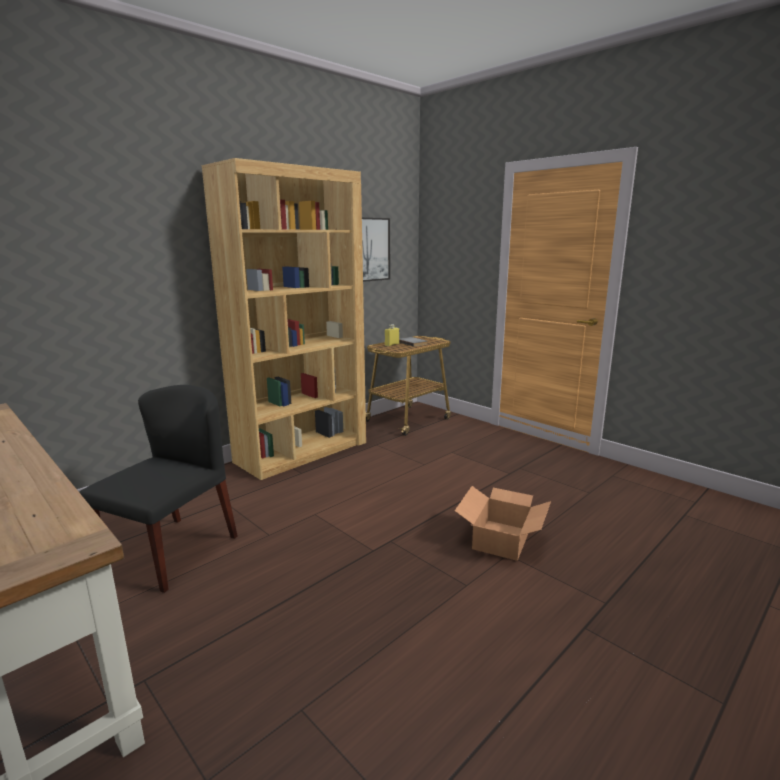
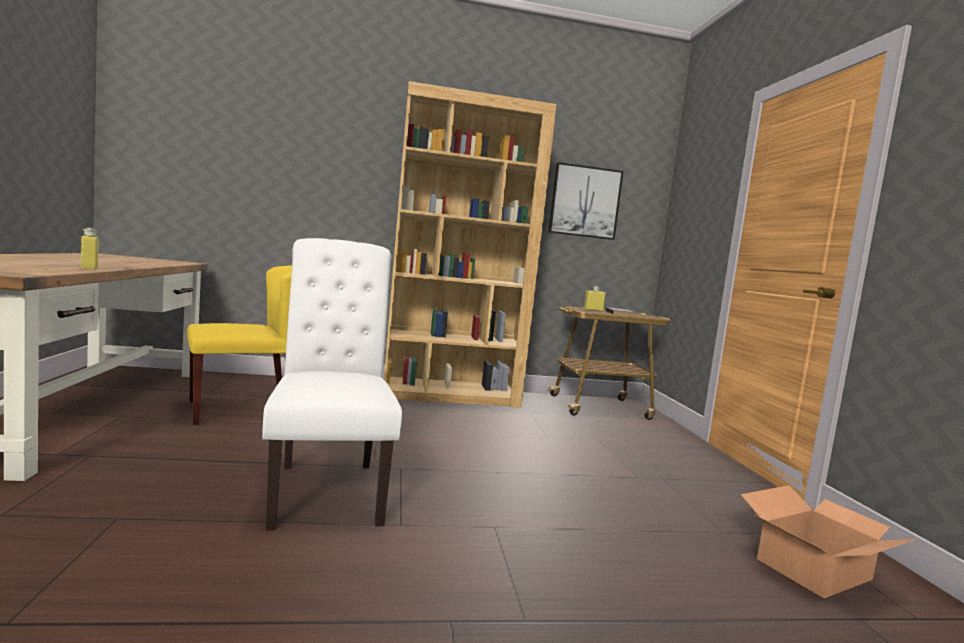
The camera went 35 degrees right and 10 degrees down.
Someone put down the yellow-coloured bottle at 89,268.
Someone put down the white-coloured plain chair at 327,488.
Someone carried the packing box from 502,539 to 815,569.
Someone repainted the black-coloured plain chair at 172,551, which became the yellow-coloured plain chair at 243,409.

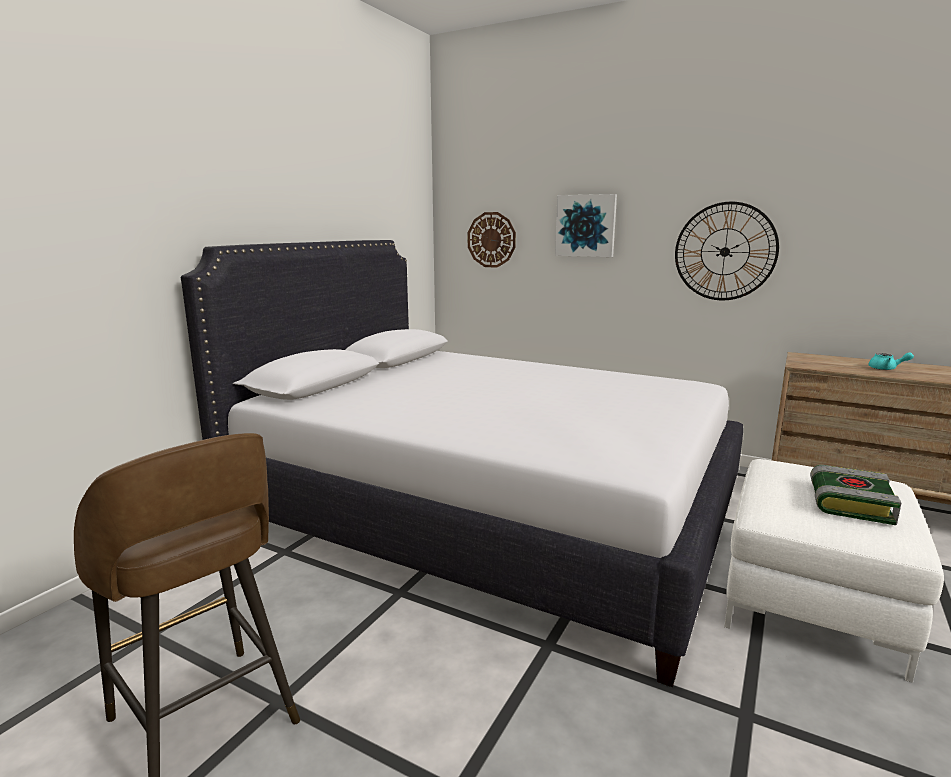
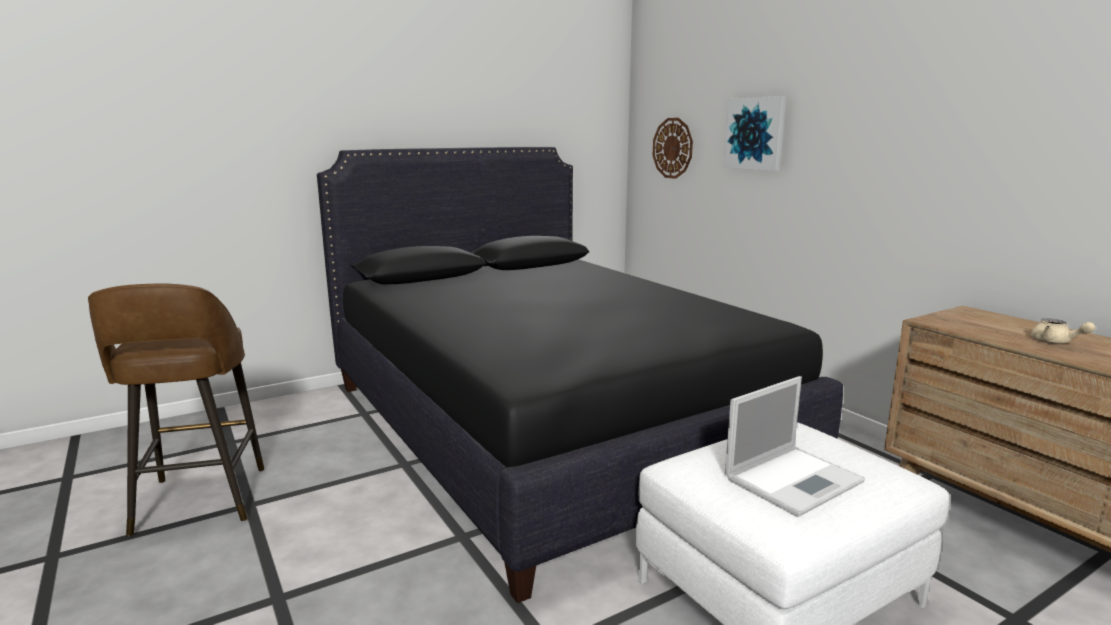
The camera went 30 degrees right and 0 degrees up.
Someone took away the wall clock at 725,252.
Someone swapped the bound book at 848,502 for the notebook computer at 794,479.
Someone repainted the white-coloured bedroom bed at 486,515, which became the black-coloured bedroom bed at 547,426.
Someone repainted the turquoise-coloured tea pot at 886,369, which became the beige-coloured tea pot at 1056,342.

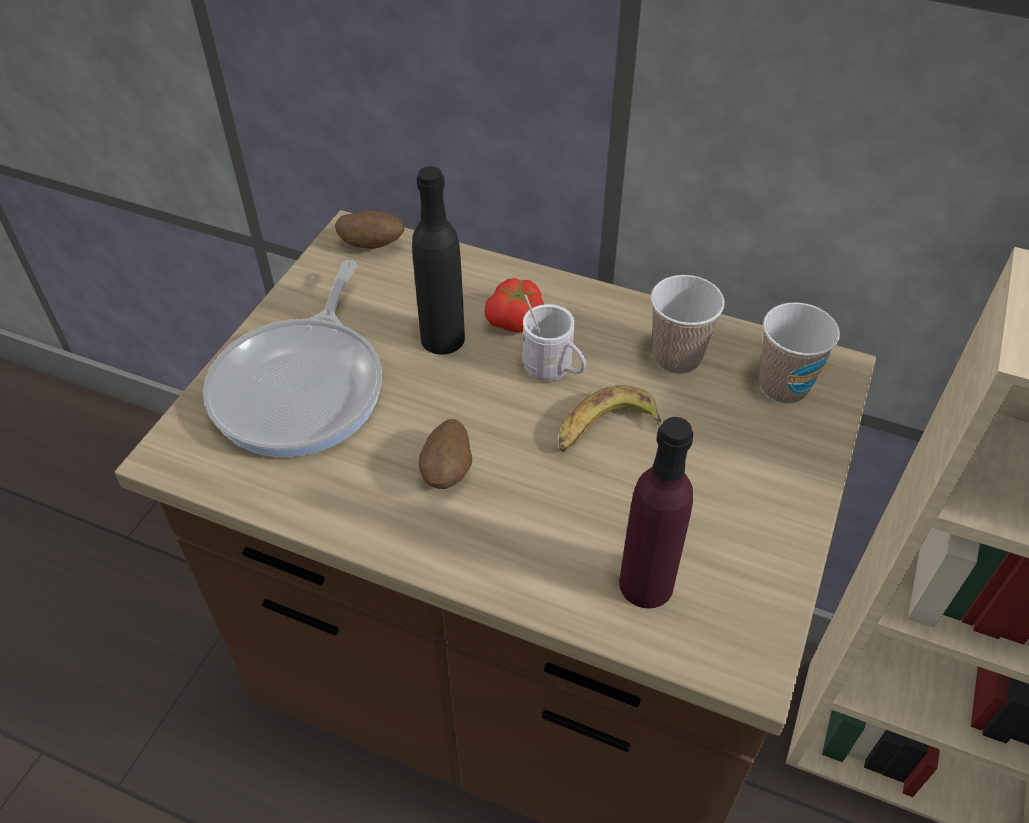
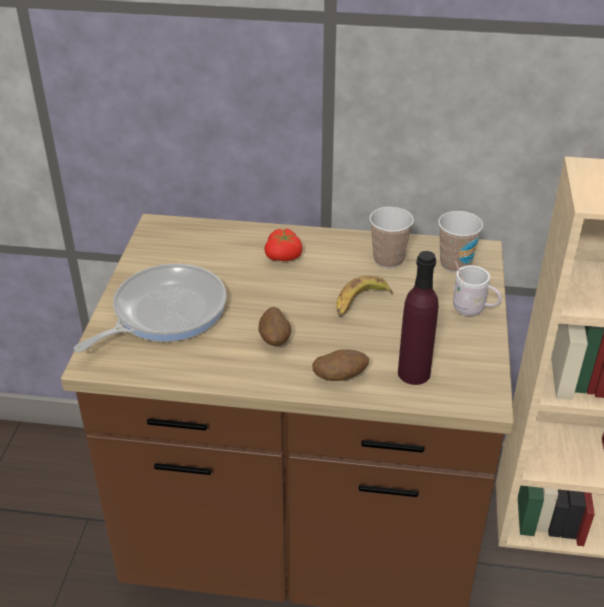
The camera went 15 degrees left and 10 degrees down.
Someone took away the black-coloured bottle at 442,338.
Someone carried the potato from 372,245 to 340,377.
Someone carried the white-coloured tea mug from 553,372 to 473,310.
Someone rotated the frying pan at 303,387 by 135 degrees counterclockwise.

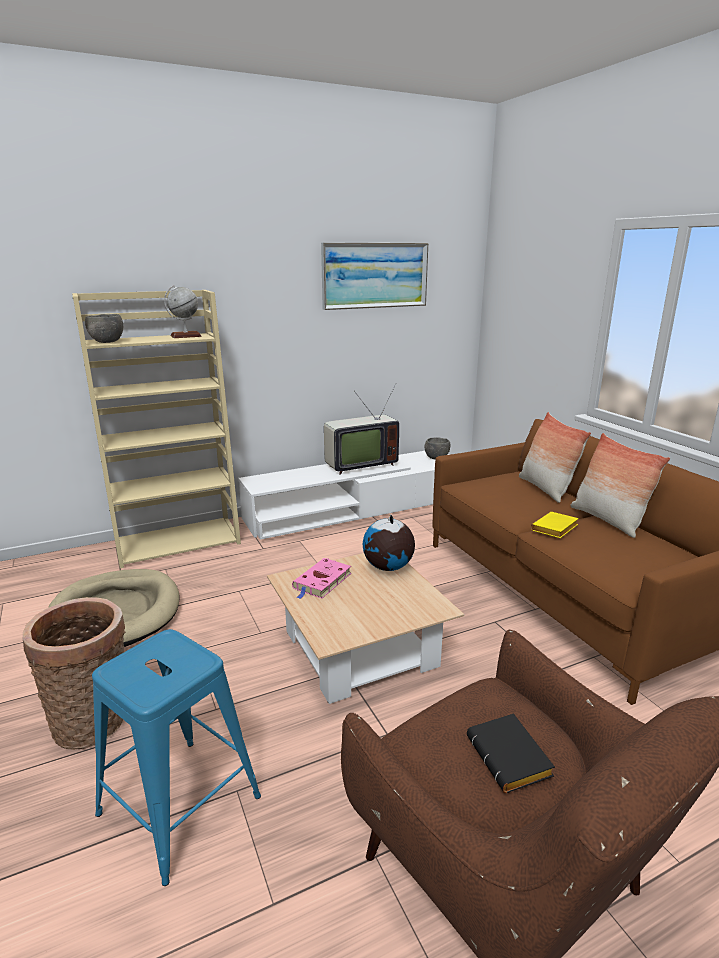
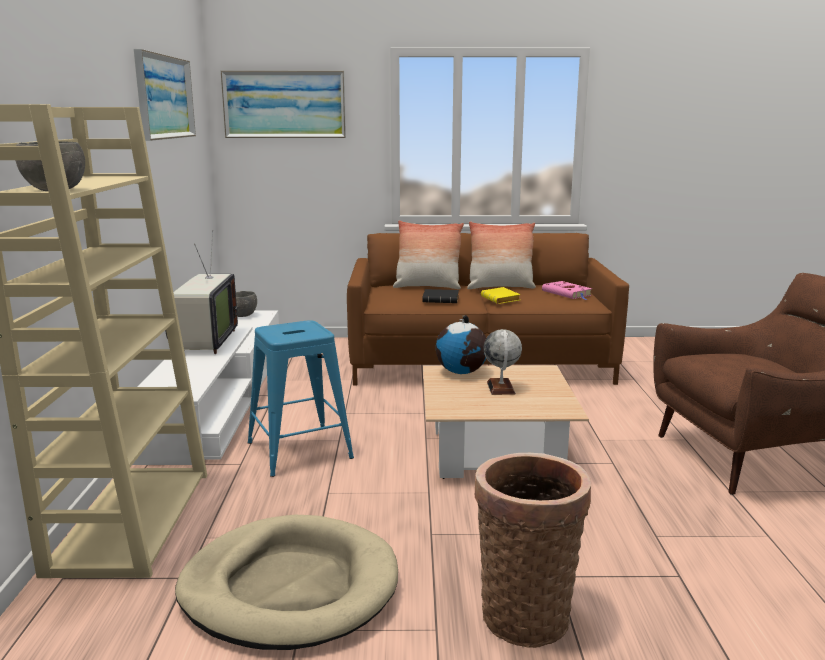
The camera went 65 degrees left and 5 degrees down.
Someone put up the wall picture at 284,104.
Someone carried the bluish stool from 178,805 to 299,450.
Someone carried the desk globe from 185,336 to 501,388.
Someone carried the pinkish bound book from 321,582 to 567,293.
Someone carried the black-coloured bound book from 511,759 to 441,300.

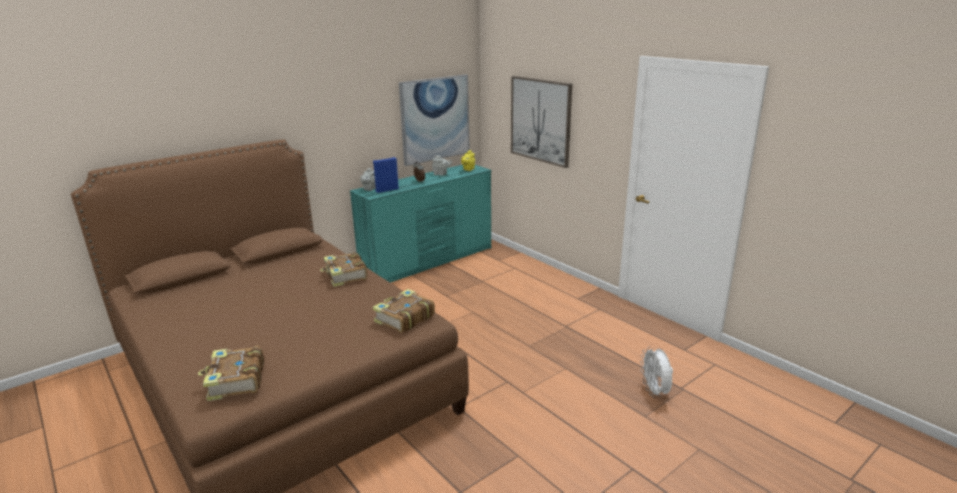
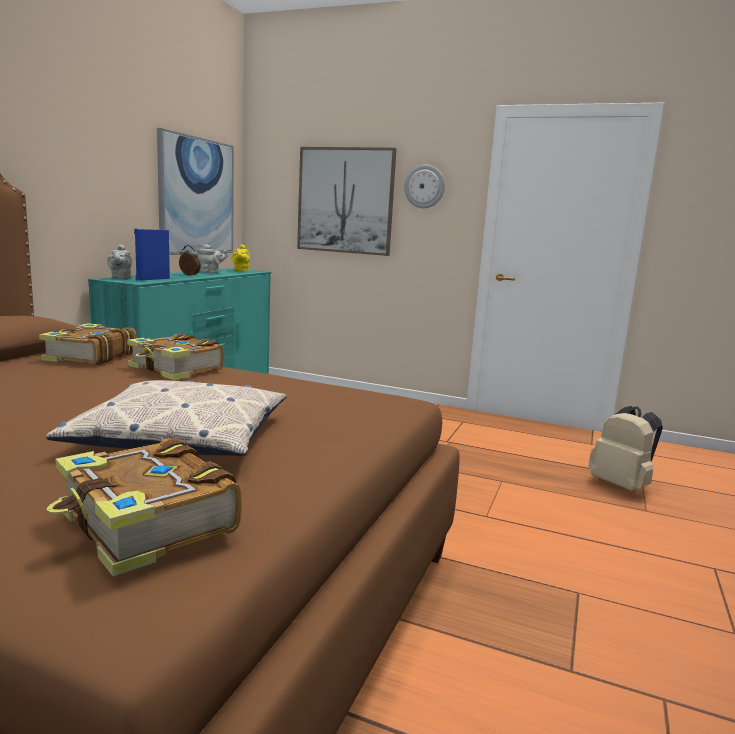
The camera went 30 degrees left and 10 degrees down.
Someone put down the cushion at 182,436.
Someone put up the wall clock at 424,186.
Someone carried the bound book from 403,318 to 89,357.
Someone swapped the white-coloured fan at 655,392 for the beige-coloured rucksack at 621,486.

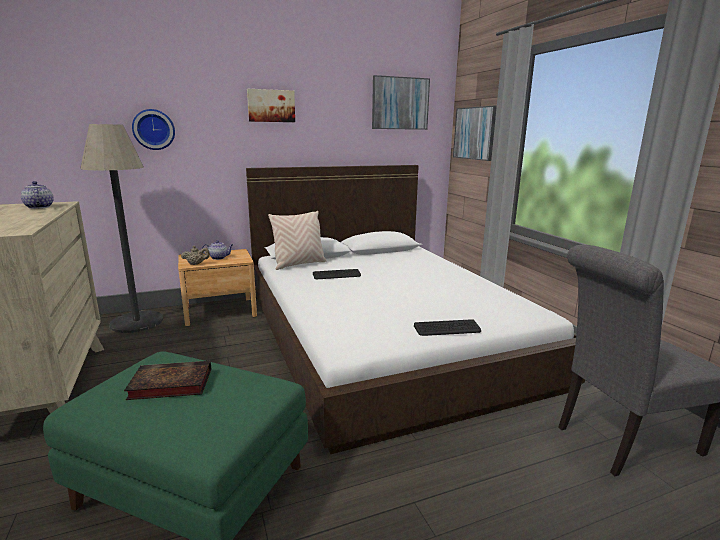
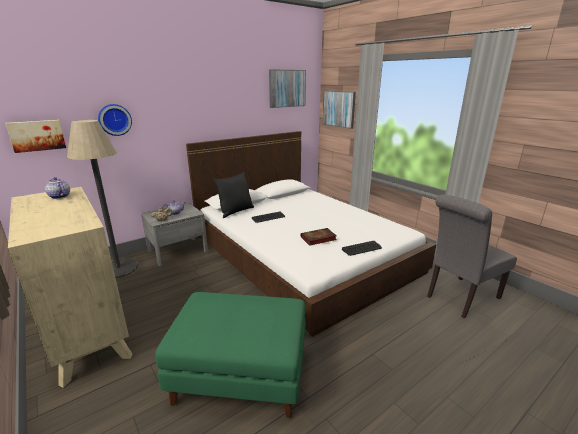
The camera went 15 degrees left and 5 degrees up.
Someone carried the bound book from 168,385 to 317,239.
Someone carried the wall picture from 271,106 to 37,135.
Someone repainted the brown-coloured nightstand at 220,311, which became the grey nightstand at 177,251.
Someone repainted the beige-coloured cushion at 299,264, which became the black-coloured cushion at 236,211.

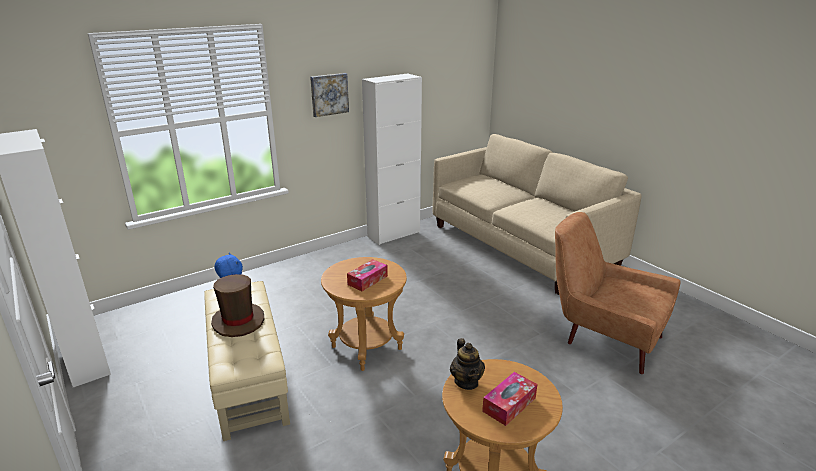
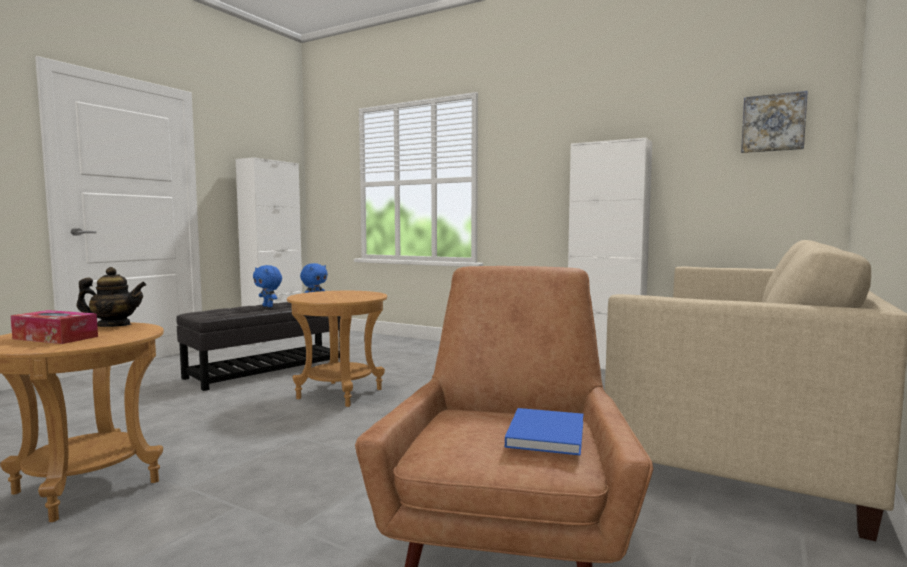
The camera went 65 degrees right and 20 degrees down.
Someone took away the tissue holder at 367,280.
Someone put down the bluish bound book at 546,433.
Someone carried the wall picture from 329,94 to 773,123.
Someone swapped the brown-coloured wearable hat at 238,321 for the bluish cuddly toy at 268,306.
Someone repainted the beige-coloured ottoman at 248,377, which became the black-coloured ottoman at 268,369.
Someone rotated the tea pot at 466,382 by 150 degrees counterclockwise.

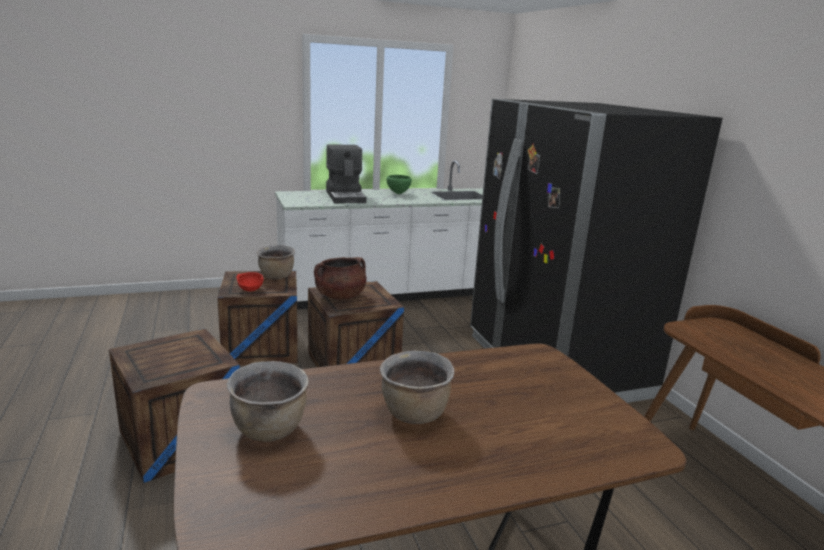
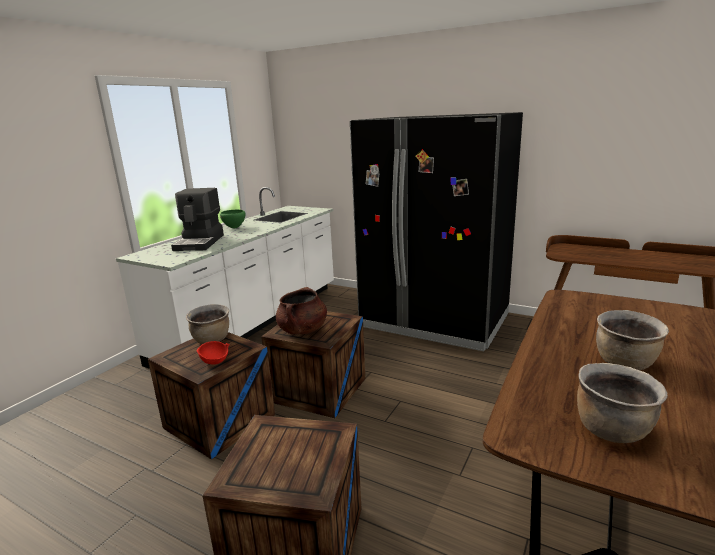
The camera went 40 degrees left and 0 degrees up.
Someone rotated the coffee brewer at 346,197 by 60 degrees clockwise.

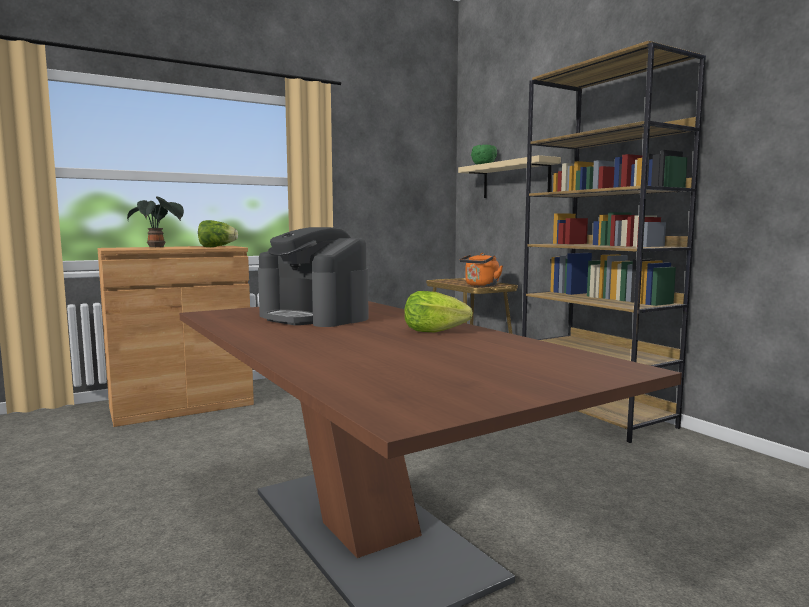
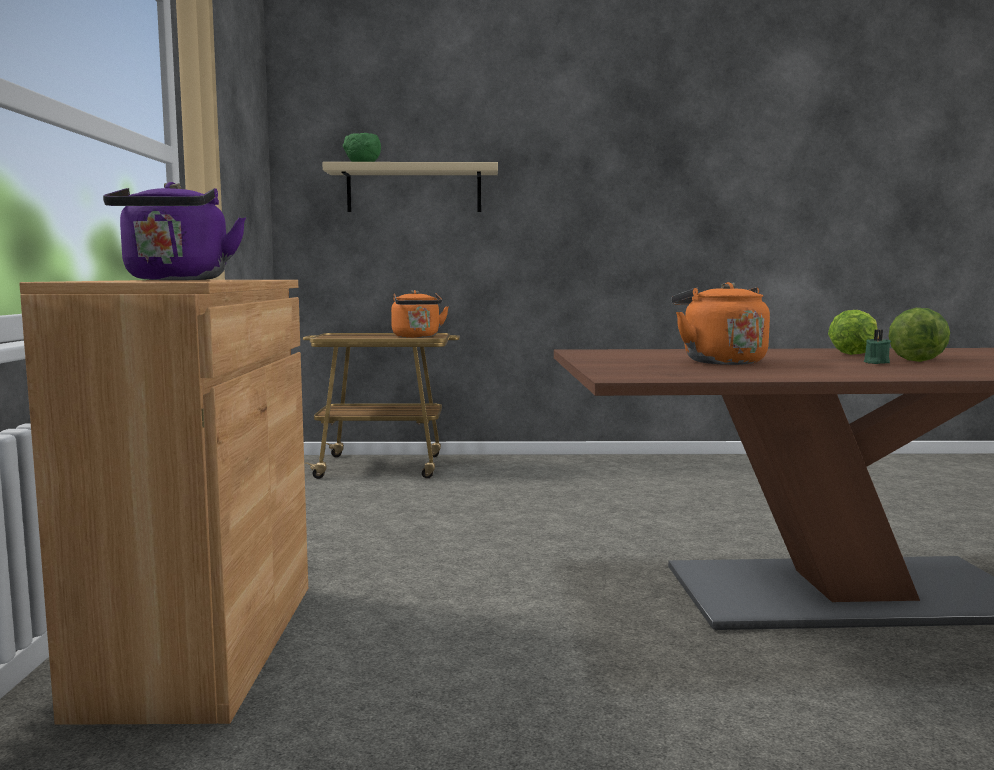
The camera went 60 degrees left and 0 degrees up.
Someone took away the brown-coloured bookshelf at 595,413.
Someone put down the green wax candle at 875,362.
Someone carried the lettuce head from 217,247 to 914,359.
Someone swapped the plant in a pot at 158,247 for the purple tea kettle at 176,280.
Someone swapped the coffee brewer at 314,317 for the orange tea kettle at 719,361.

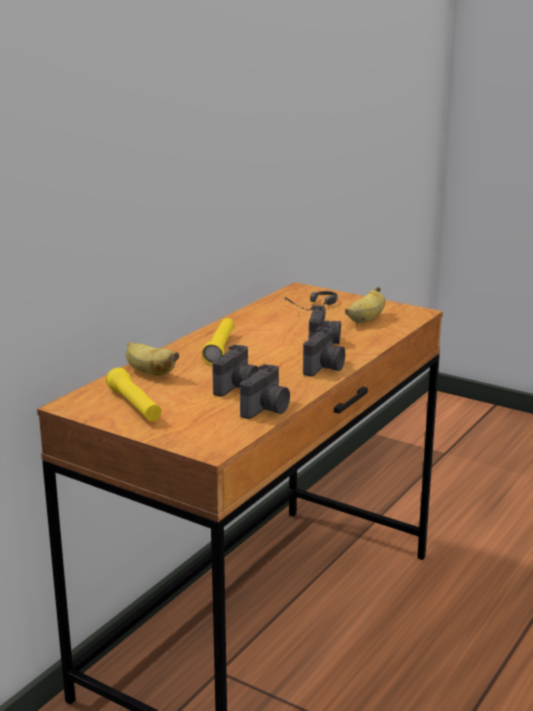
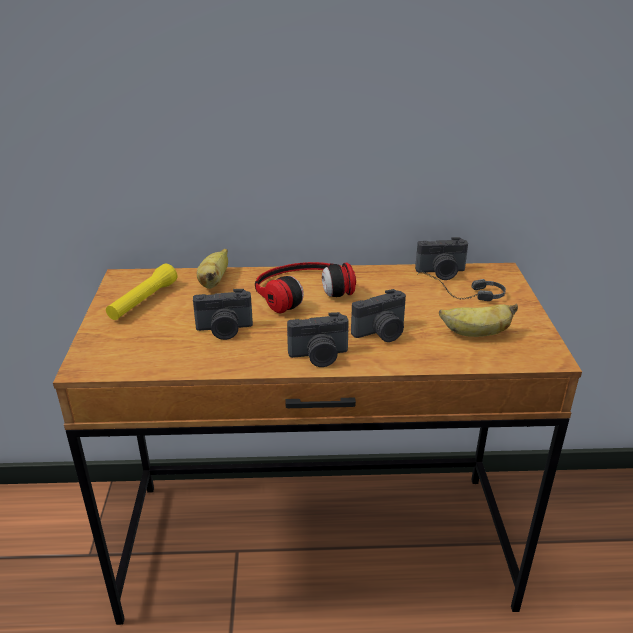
The camera went 55 degrees right and 10 degrees up.
Someone carried the still camera from 267,409 to 441,273.
Someone swapped the yellow-coloured torch at 220,348 for the pair of headphones at 300,290.

